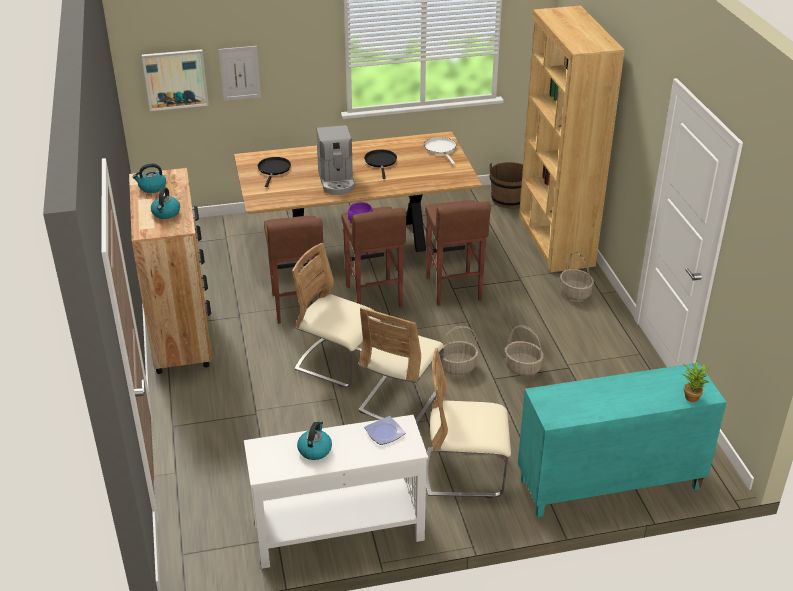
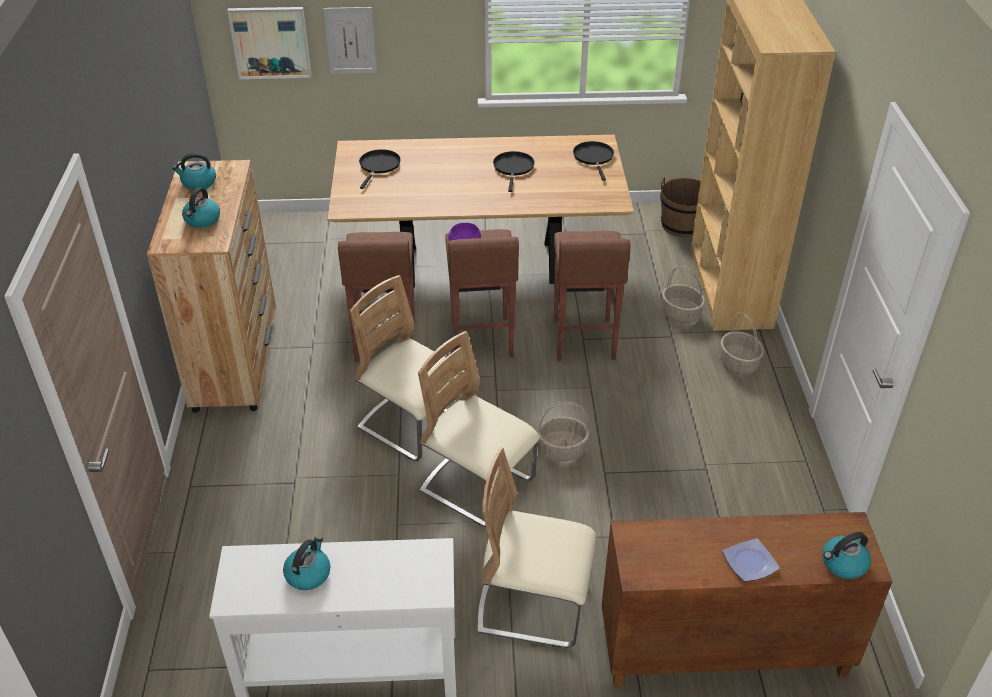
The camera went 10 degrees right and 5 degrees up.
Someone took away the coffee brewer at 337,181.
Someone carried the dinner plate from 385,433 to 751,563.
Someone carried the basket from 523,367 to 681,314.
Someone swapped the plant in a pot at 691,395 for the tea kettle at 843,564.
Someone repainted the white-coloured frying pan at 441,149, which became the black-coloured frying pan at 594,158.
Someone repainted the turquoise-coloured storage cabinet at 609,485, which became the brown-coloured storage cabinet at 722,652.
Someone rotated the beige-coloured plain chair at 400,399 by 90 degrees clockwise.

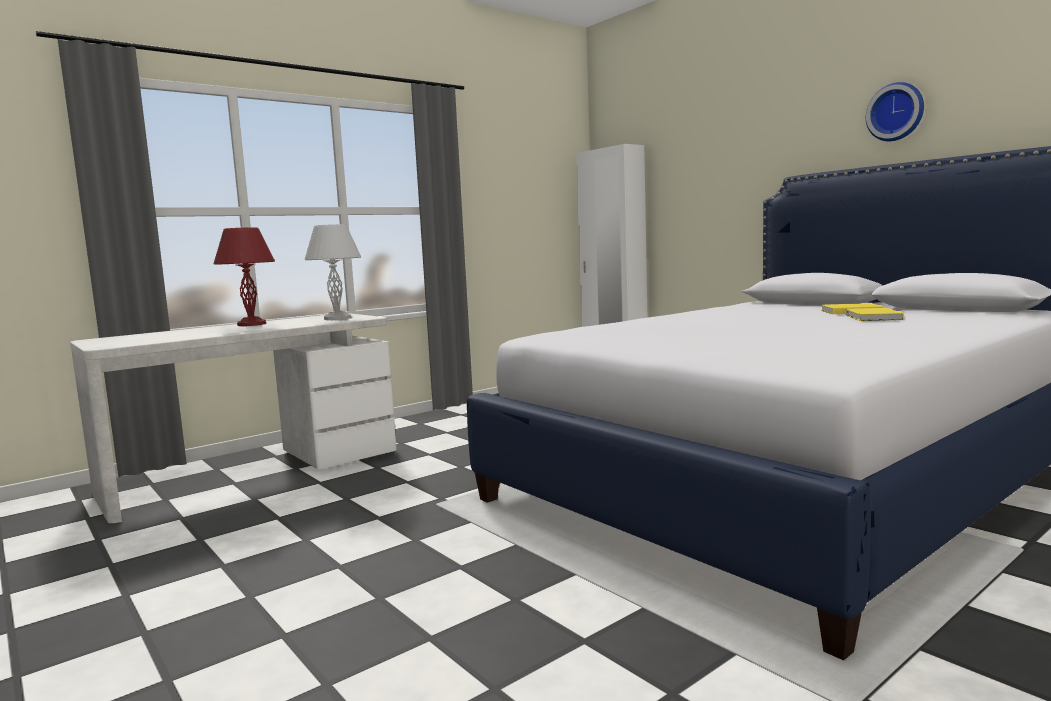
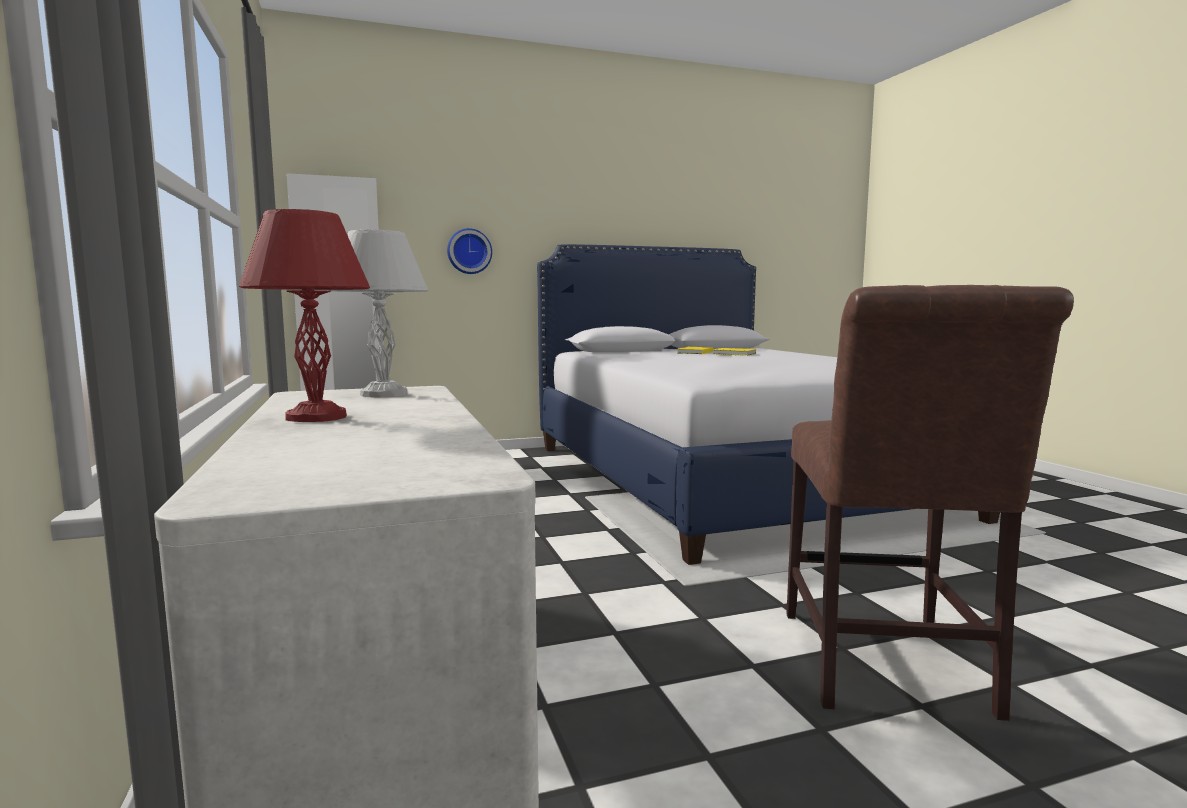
The camera went 70 degrees left and 0 degrees up.
Someone put down the brown-coloured plain chair at 884,667.
Someone carried the wall clock from 896,112 to 469,251.

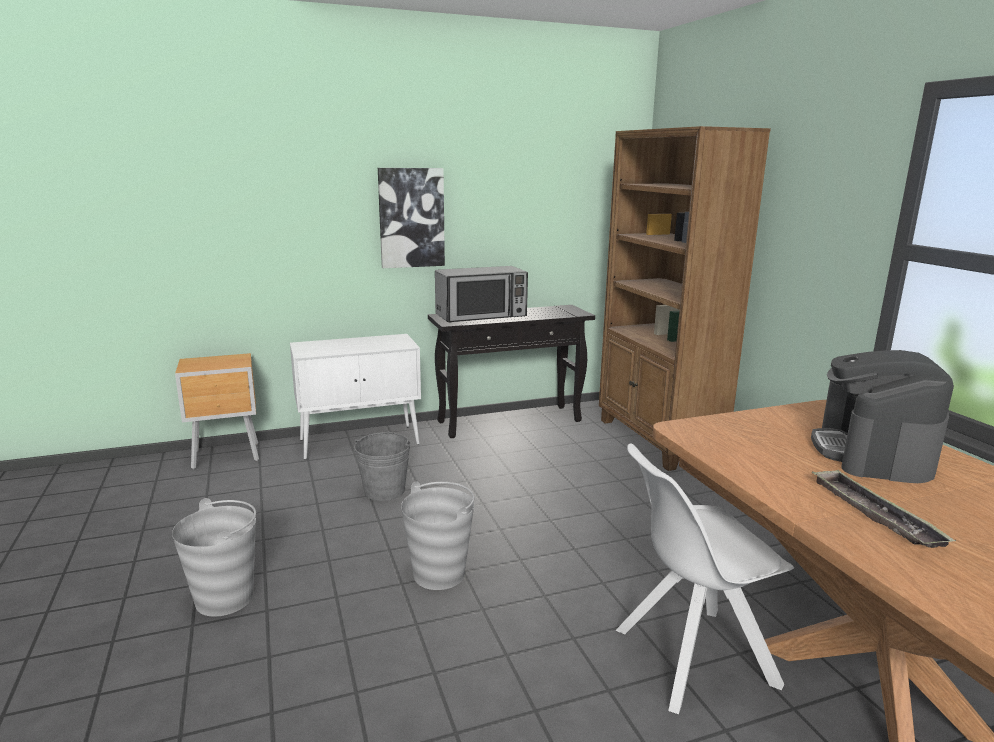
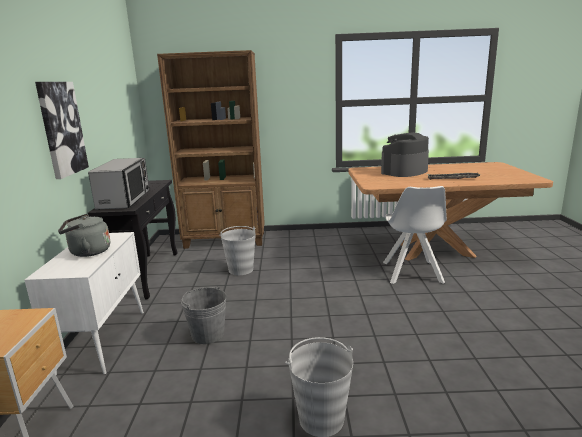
The camera went 70 degrees left and 0 degrees up.
Someone put down the grey tea kettle at 87,252.
Someone carried the grey water bucket from 439,574 to 241,269.
Someone rotated the coffee brewer at 872,453 by 105 degrees clockwise.

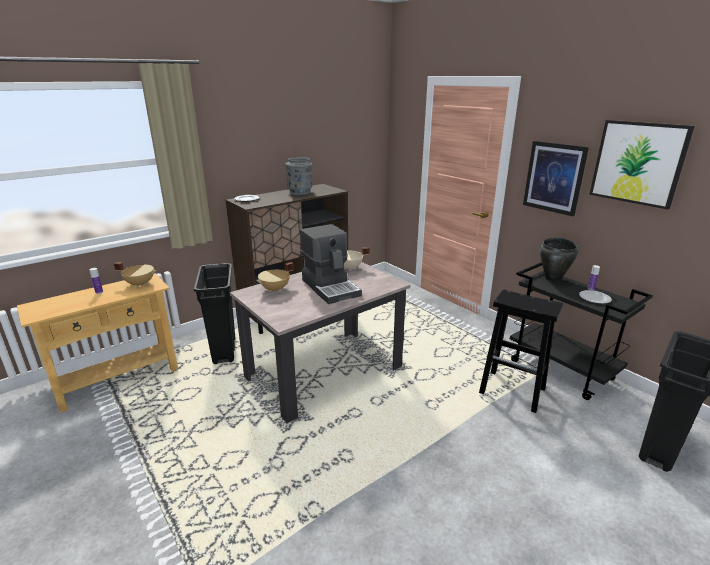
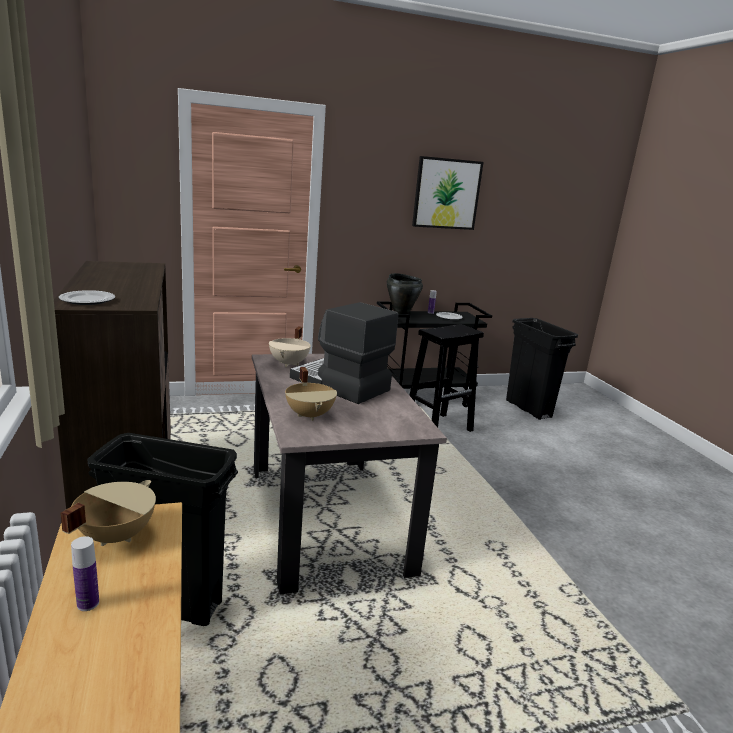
The camera went 70 degrees left and 5 degrees down.
Someone took away the grey decorative vase at 300,192.
Someone took away the wall picture at 554,177.
Someone rotated the coffee brewer at 331,287 by 135 degrees counterclockwise.

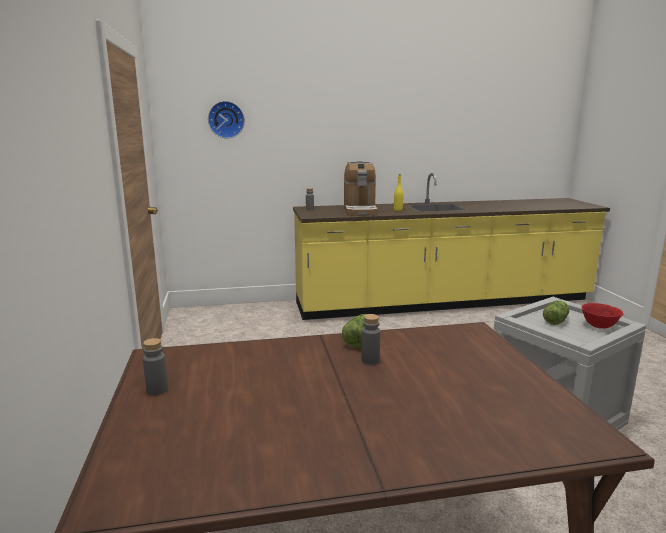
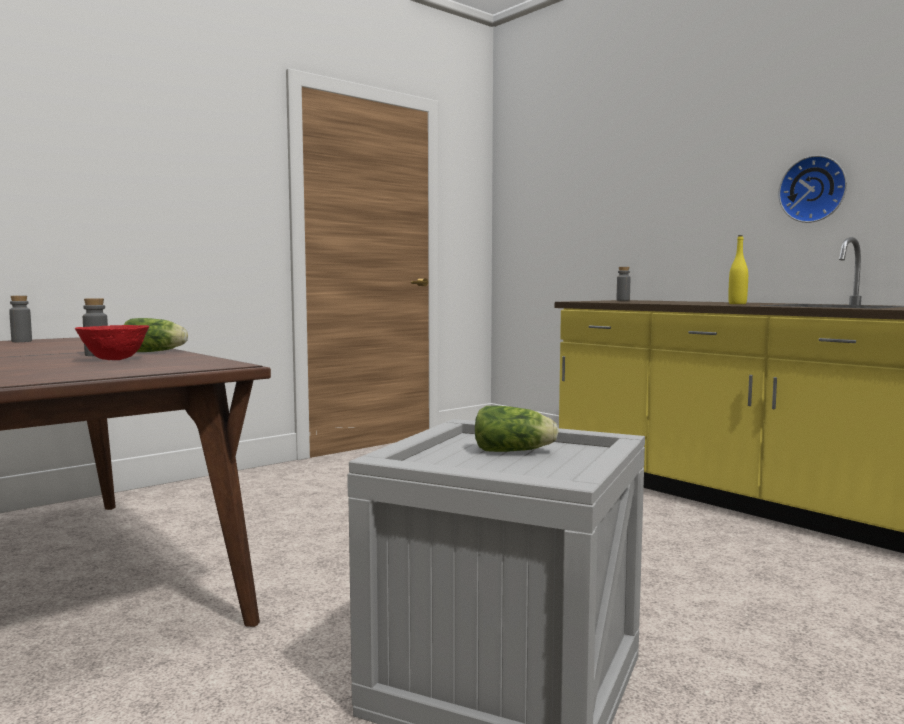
The camera went 60 degrees right and 10 degrees down.
Someone took away the coffee brewer at 360,210.
Someone carried the wall clock from 226,119 to 814,189.
Someone carried the red bowl from 599,326 to 113,360.

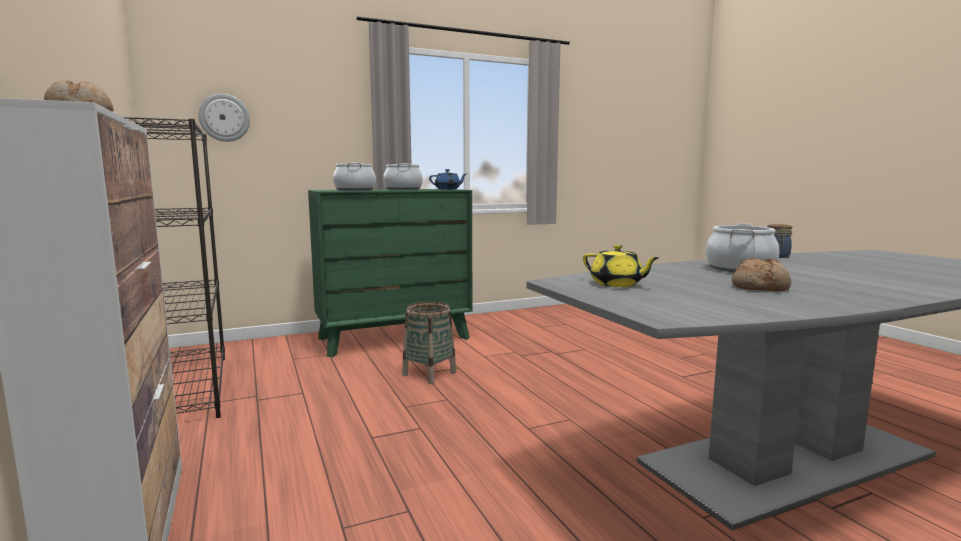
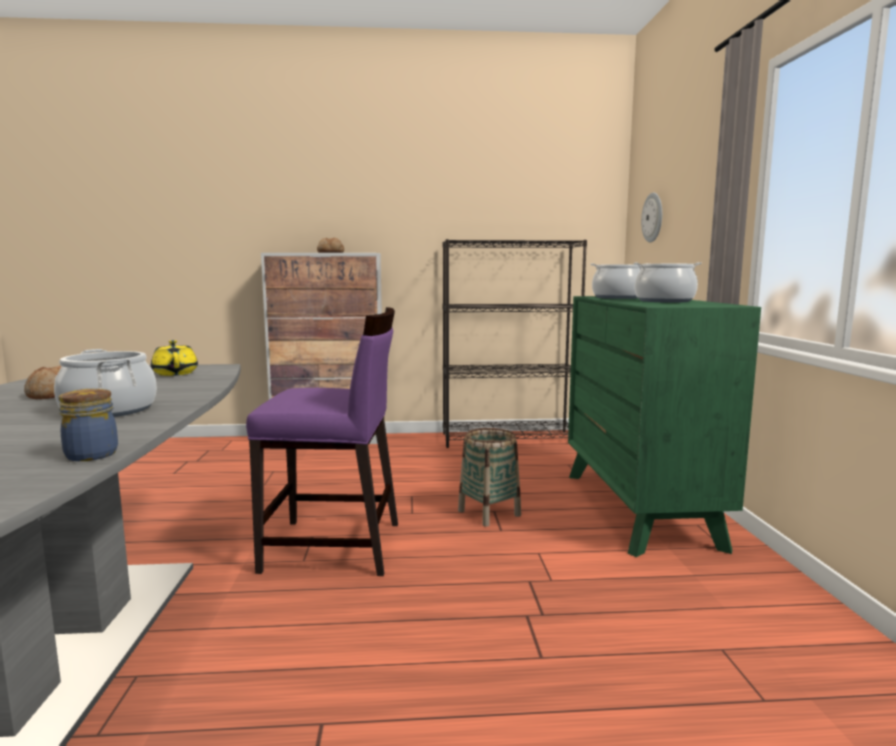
The camera went 110 degrees right and 0 degrees up.
Someone took away the bluish tea pot at 448,189.
Someone put down the purple plain chair at 334,547.
Someone rotated the yellow-coloured tea pot at 617,284 by 90 degrees clockwise.

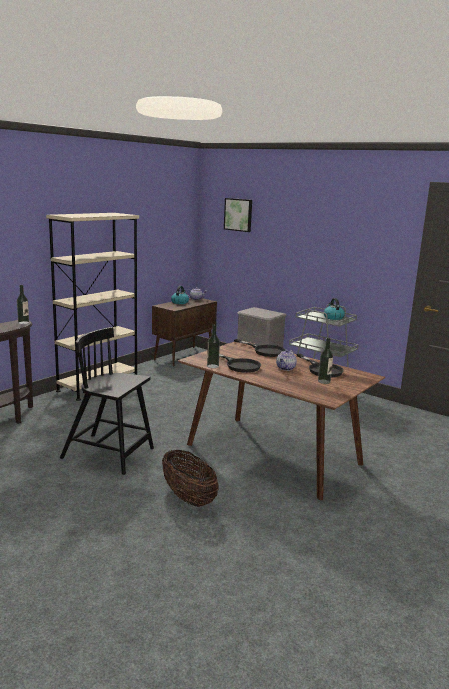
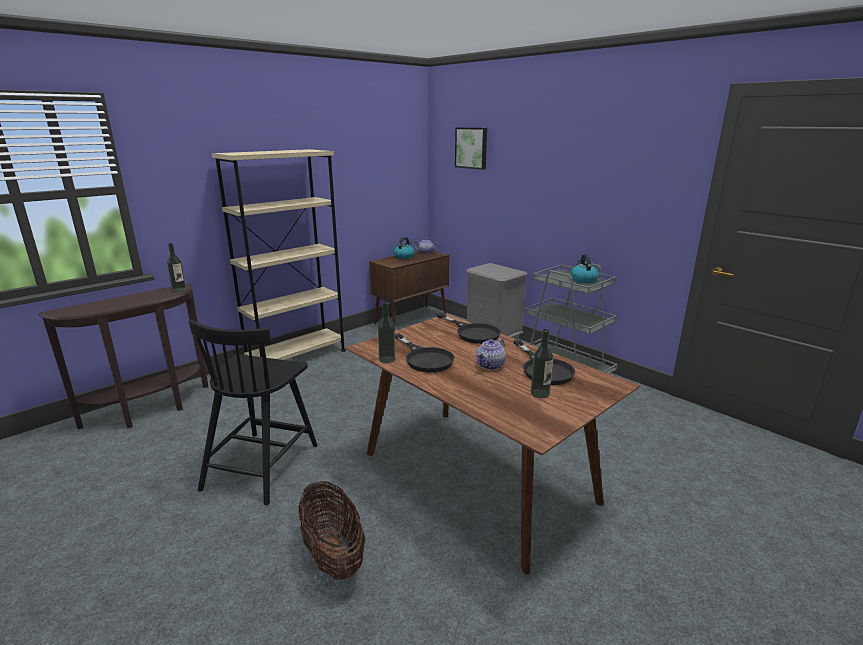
The camera went 10 degrees right and 5 degrees up.
Someone rotated the black-coloured plain chair at 109,454 by 105 degrees counterclockwise.

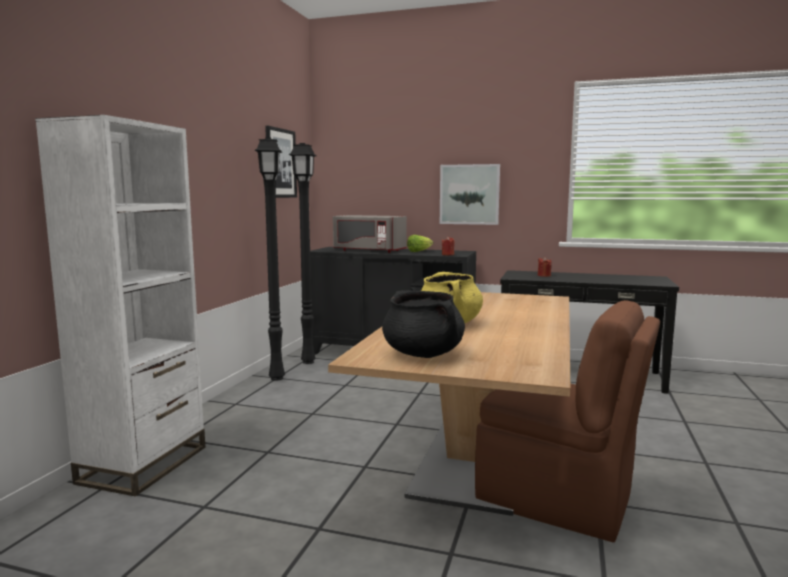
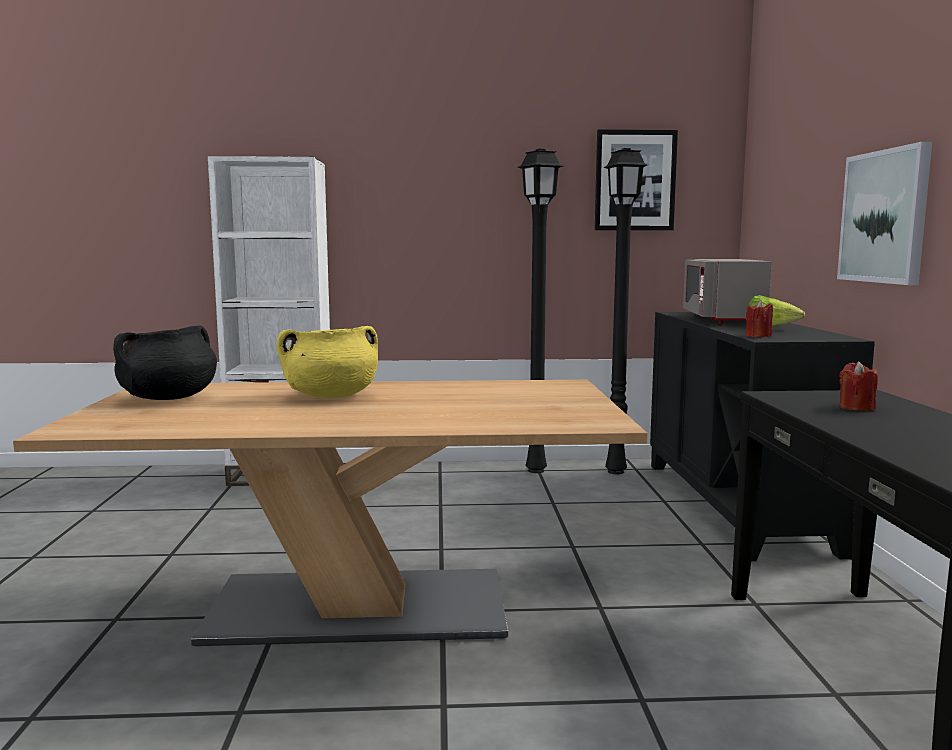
The camera went 70 degrees right and 0 degrees up.
Someone took away the brown-coloured plain chair at 558,499.

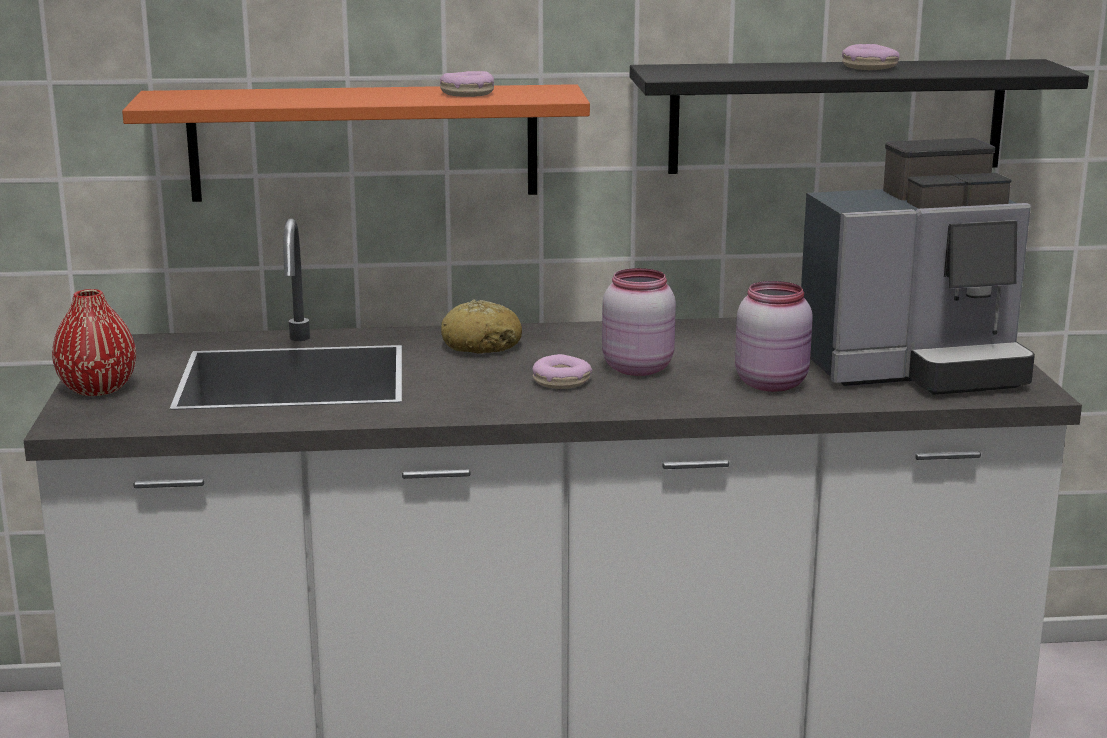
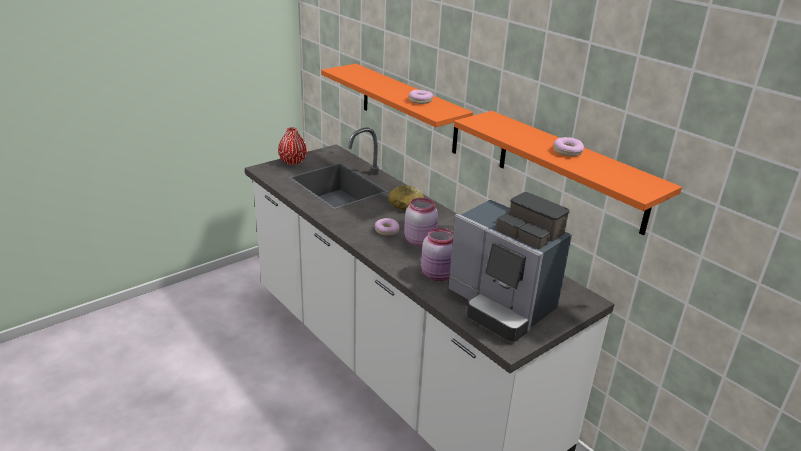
The camera went 55 degrees right and 10 degrees up.
Someone repainted the black-coloured wall shelf at 836,116, which became the orange wall shelf at 570,171.

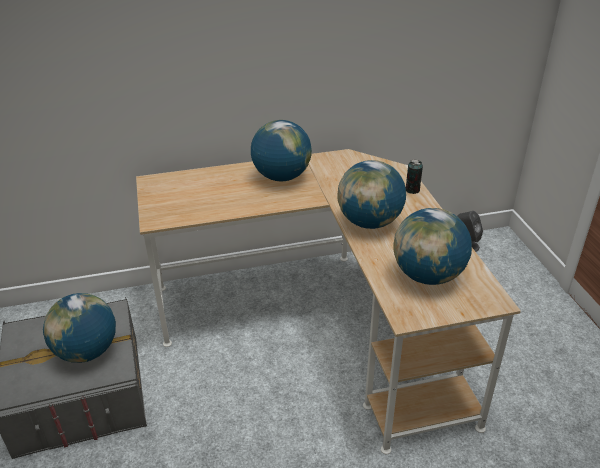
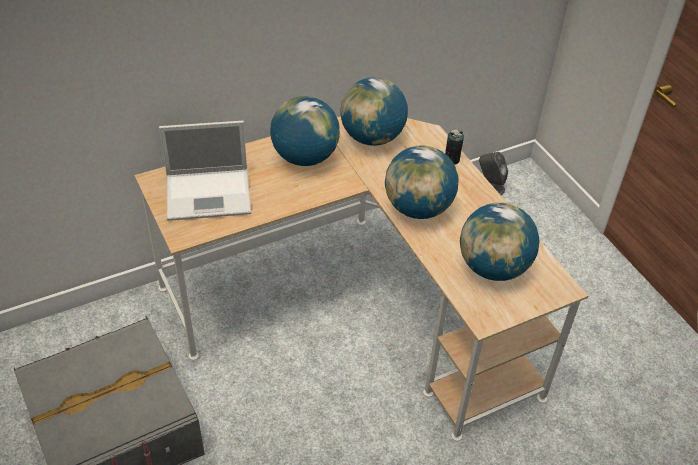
The camera went 15 degrees left and 10 degrees up.
Someone put down the notebook computer at 210,194.
Someone carried the desk globe from 87,351 to 372,137.

